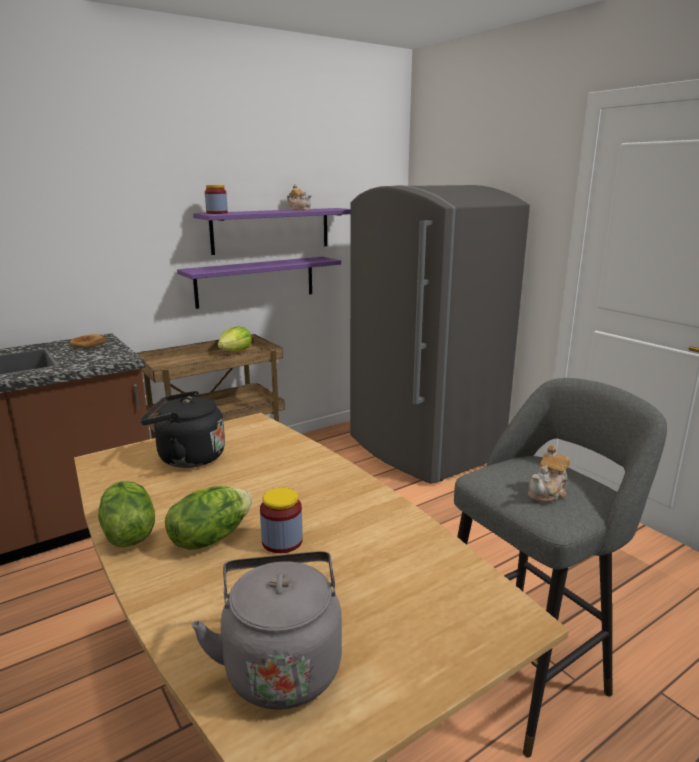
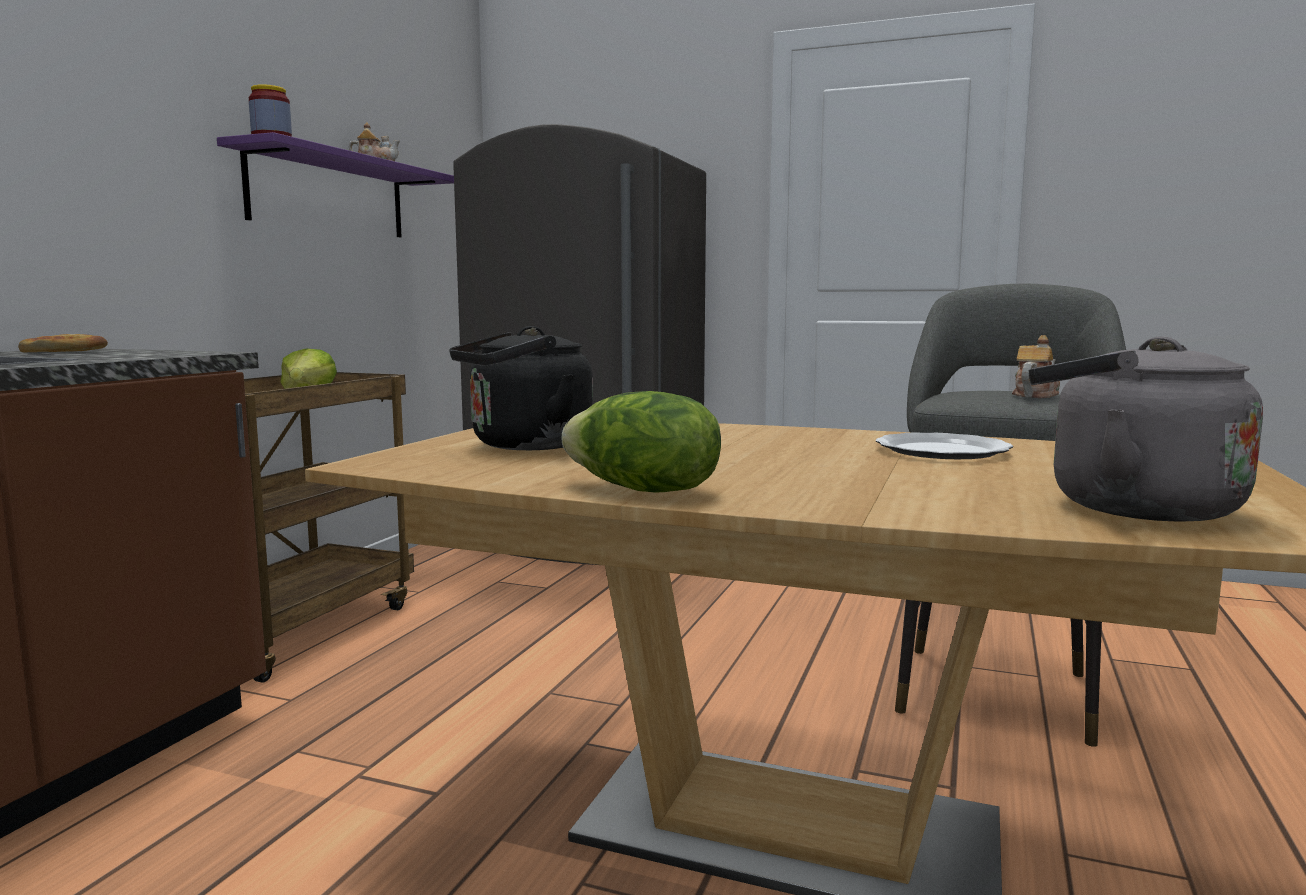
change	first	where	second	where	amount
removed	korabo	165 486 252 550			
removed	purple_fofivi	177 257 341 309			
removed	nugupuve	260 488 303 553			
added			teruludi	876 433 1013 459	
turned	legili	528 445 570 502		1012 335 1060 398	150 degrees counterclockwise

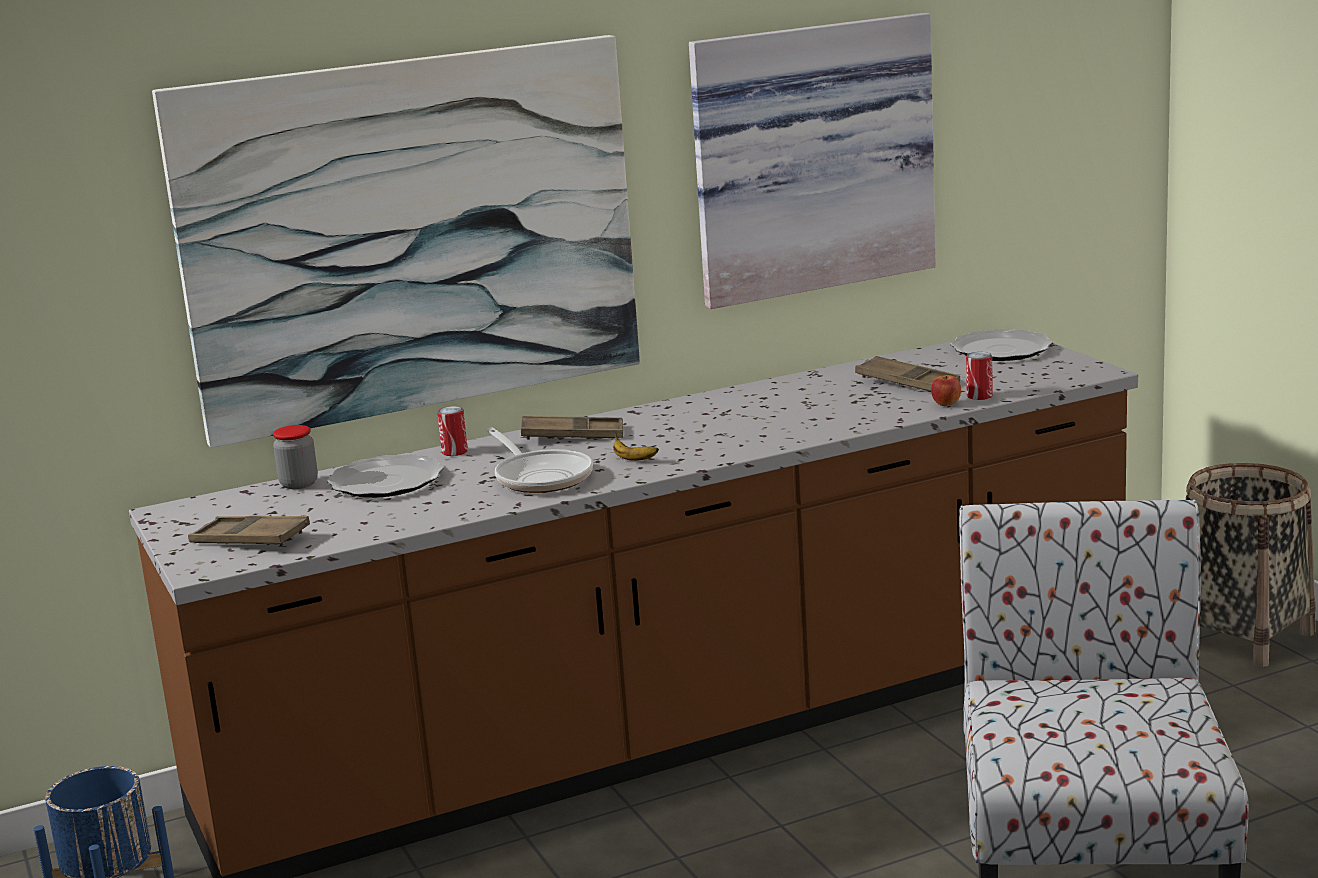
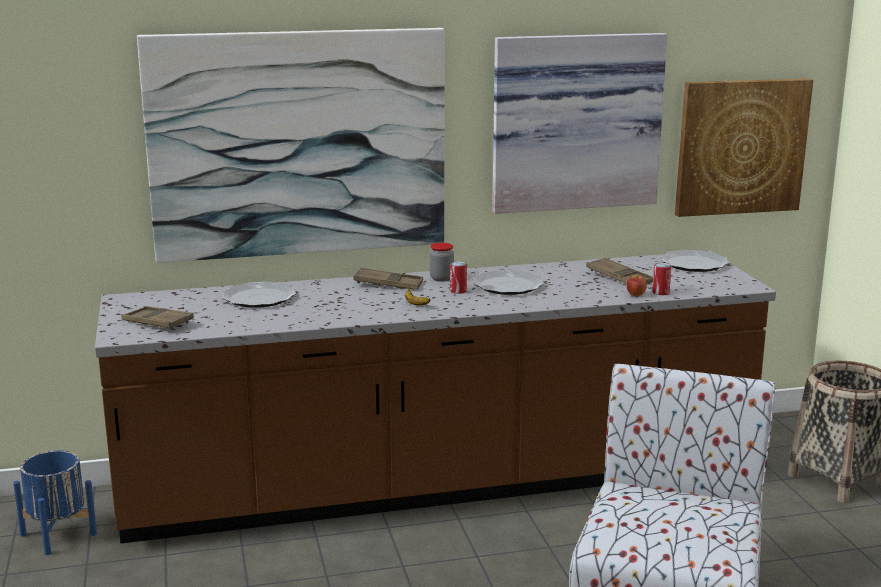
change	first	where	second	where	amount
removed	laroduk	486 427 593 493			
added			teruludi	473 270 544 295	
added			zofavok	675 78 813 217	
moved	nugupuve	273 425 318 489		430 243 454 282	
moved	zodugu	437 406 468 456		450 261 467 294	

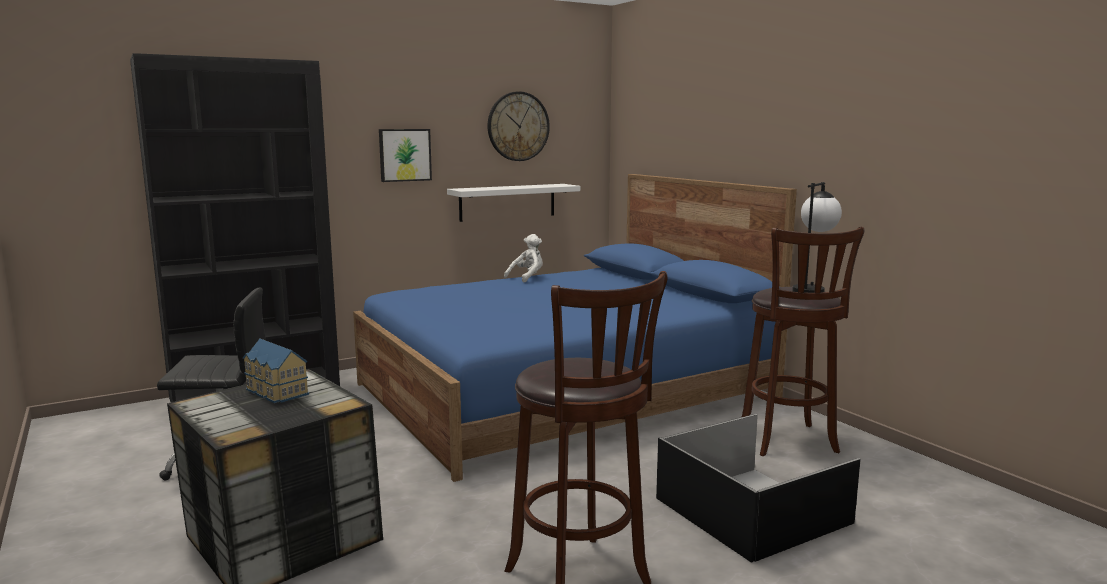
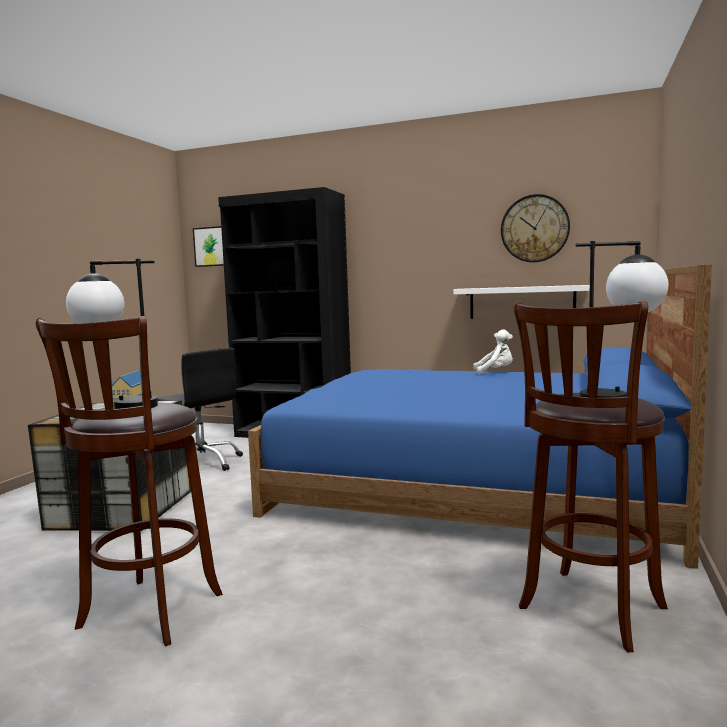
change	first	where	second	where	amount
removed	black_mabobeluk	656 414 861 563			
added			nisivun	66 259 158 409	
moved	zofavok	379 129 432 182		193 226 224 267	

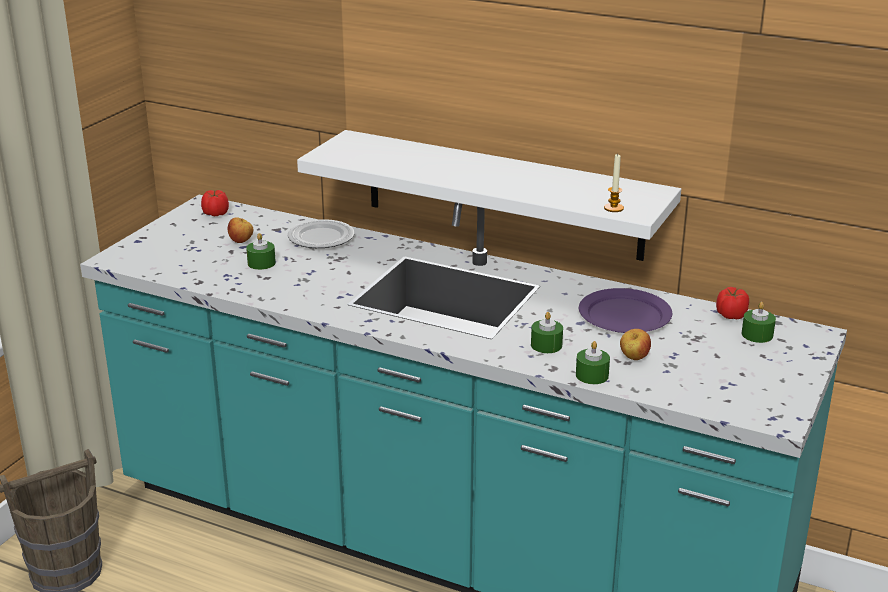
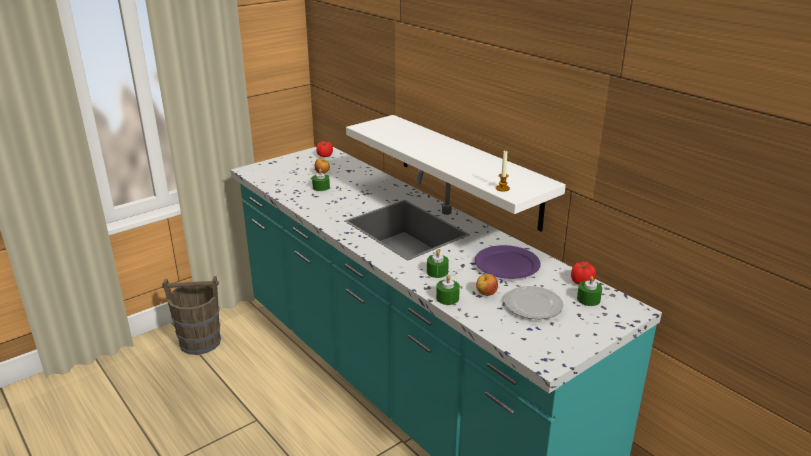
change	first	where	second	where	amount
moved	teruludi	288 219 354 248		504 286 564 319	

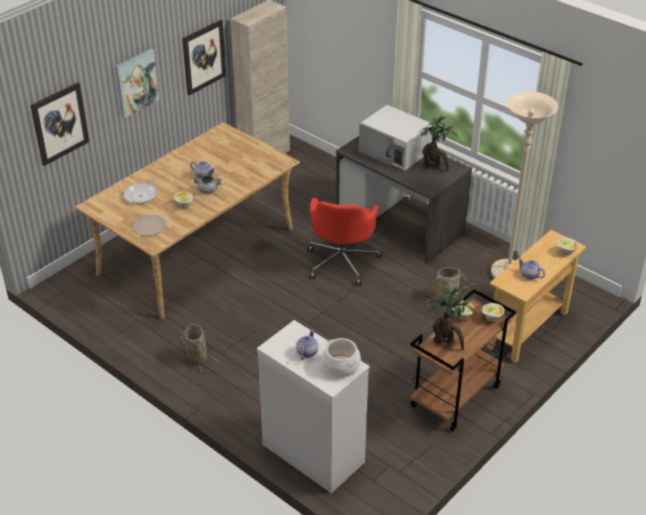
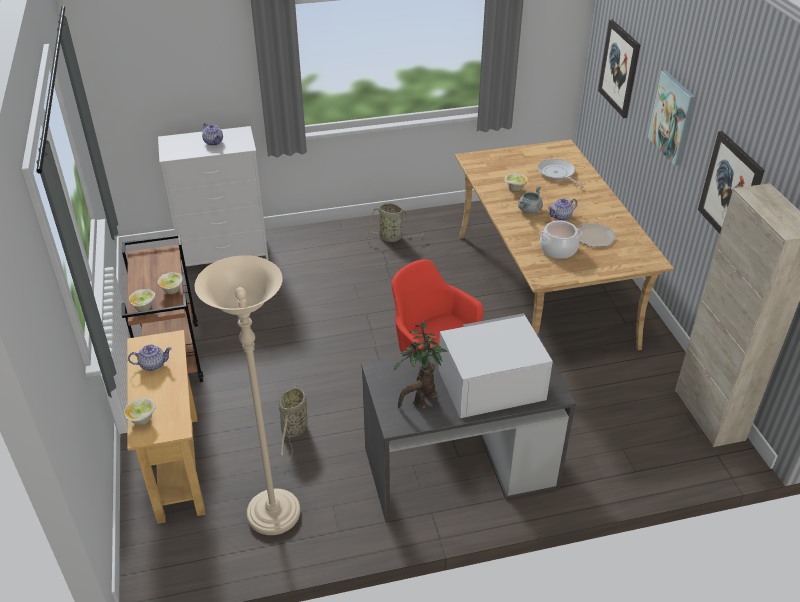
change	first	where	second	where	amount
removed	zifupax	430 287 477 350			
moved	teruludi	132 215 167 236		577 223 616 247	
moved	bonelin	322 338 361 377		539 221 582 259	

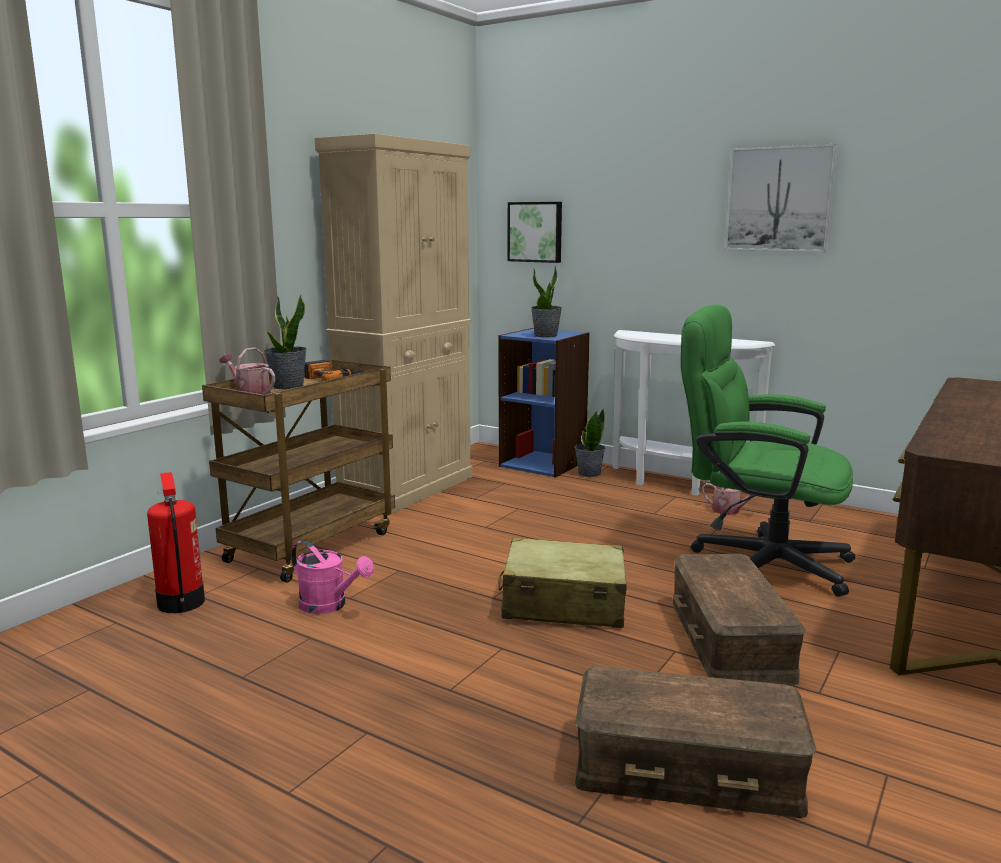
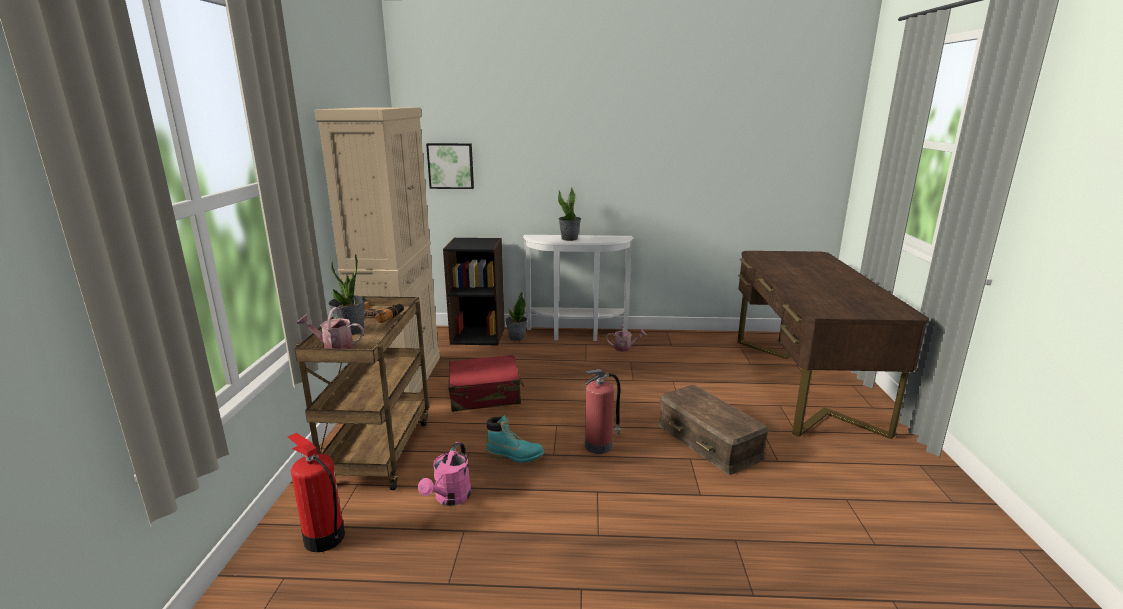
change	first	where	second	where	amount
removed	brown_mabobeluk	575 666 816 818			
removed	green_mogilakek	681 304 855 597			
removed	zofavok	724 144 838 252			
added			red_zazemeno	448 355 524 412	
added			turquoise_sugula	485 415 544 463	
moved	zifupax	531 265 562 338		558 188 581 241	
replaced	beige_zazemeno	498 537 627 628	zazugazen	585 369 621 454	
recoloured	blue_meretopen	499 328 590 478	black_meretopen	443 237 505 346	
turned	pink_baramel	291 540 374 614		418 442 471 506	105 degrees clockwise

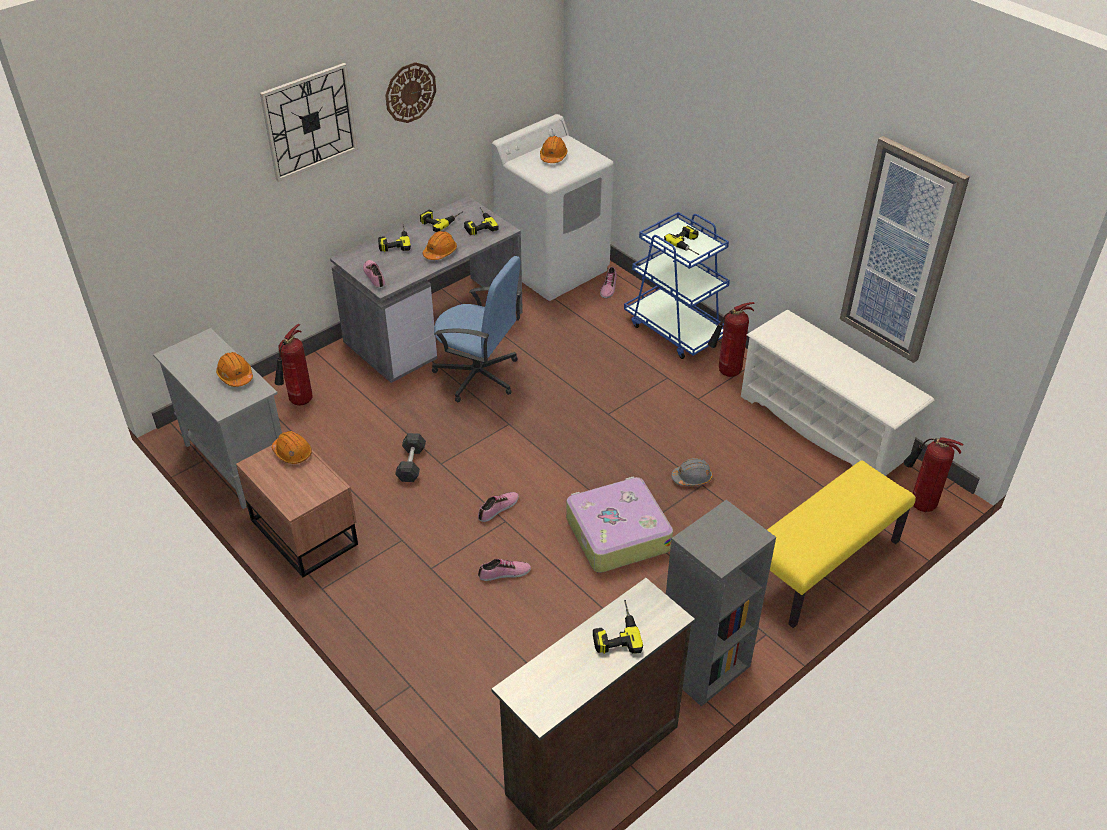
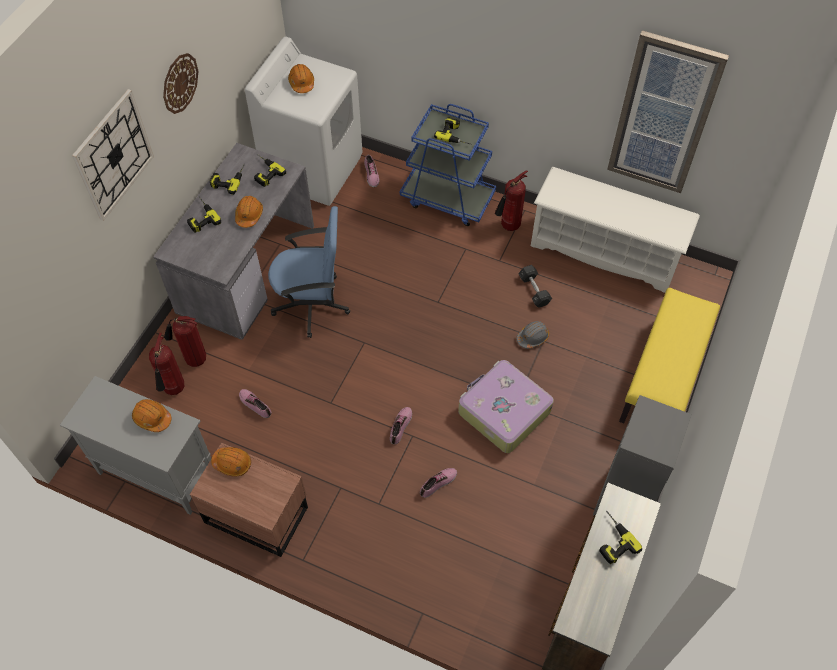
change	first	where	second	where	amount
moved	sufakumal	363 260 386 289		239 389 272 418	
moved	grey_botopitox	395 433 426 482		518 265 552 308	
moved	zazugazen	904 437 963 512		164 316 206 367	

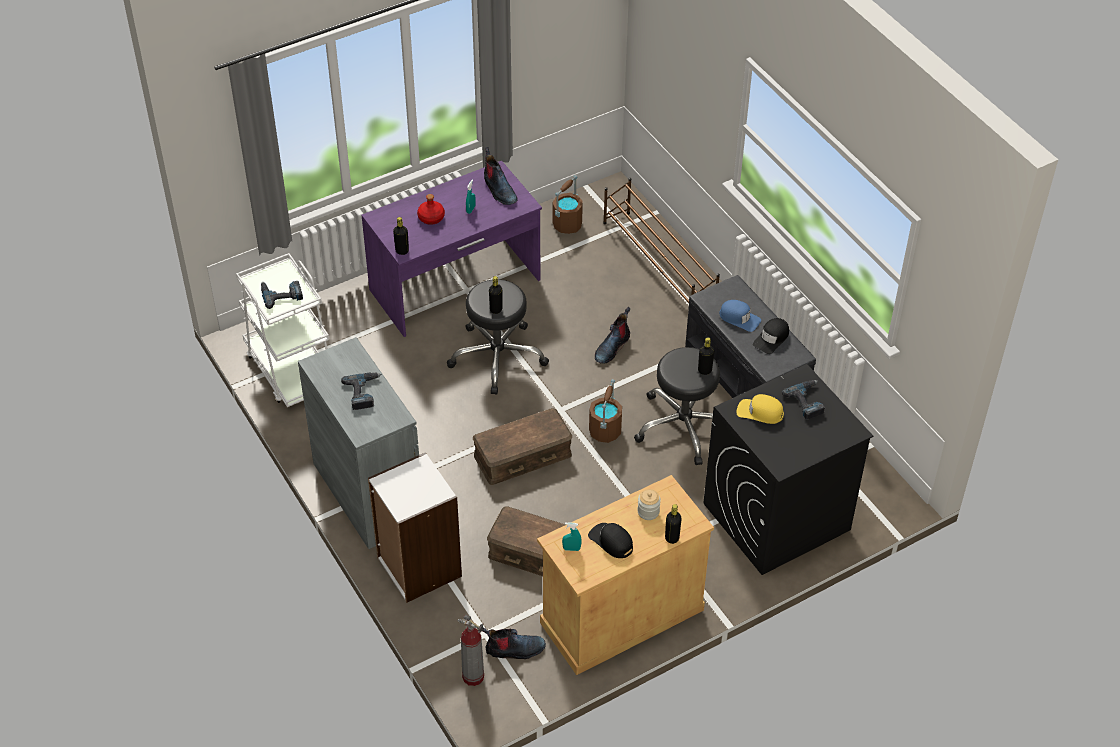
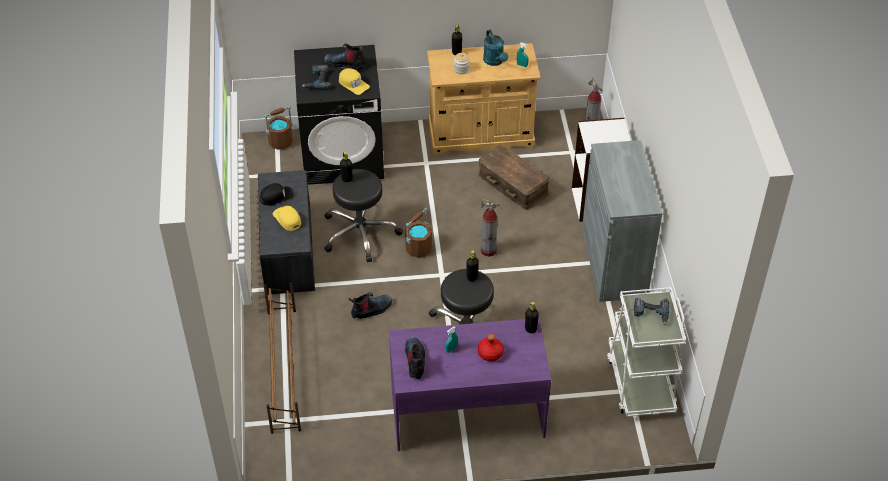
change	first	where	second	where	amount
removed	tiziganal	341 372 382 410			
moved	sugula	482 627 546 659		324 43 366 71	
moved	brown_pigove	552 175 583 234		264 106 293 149	
replaced	brown_mabobeluk	473 408 572 485	zazugazen	481 199 500 257	
replaced	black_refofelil	588 523 633 558	turquoise_baramel	483 30 508 66	
recoloured	blue_refofelil	719 300 761 332	yellow_refofelil	272 206 301 231	

